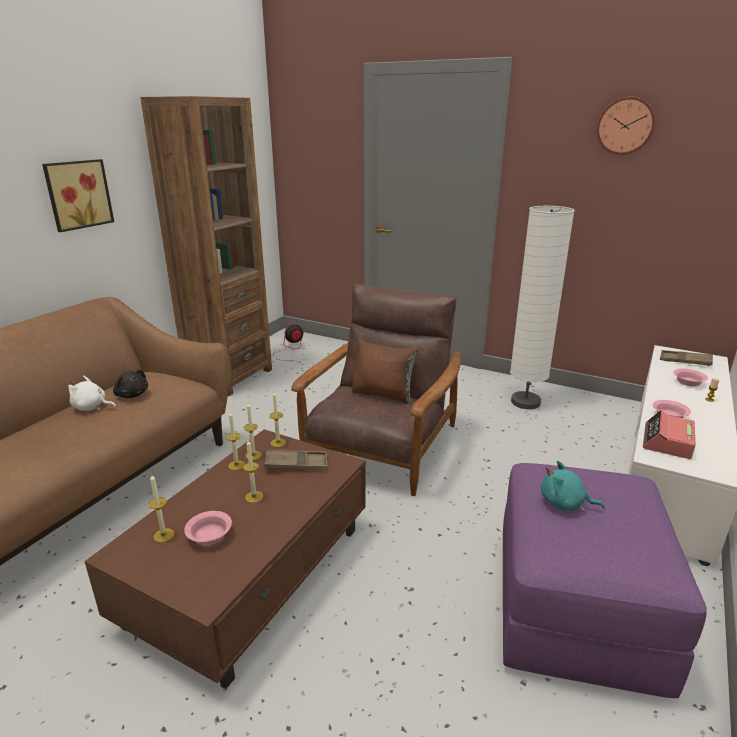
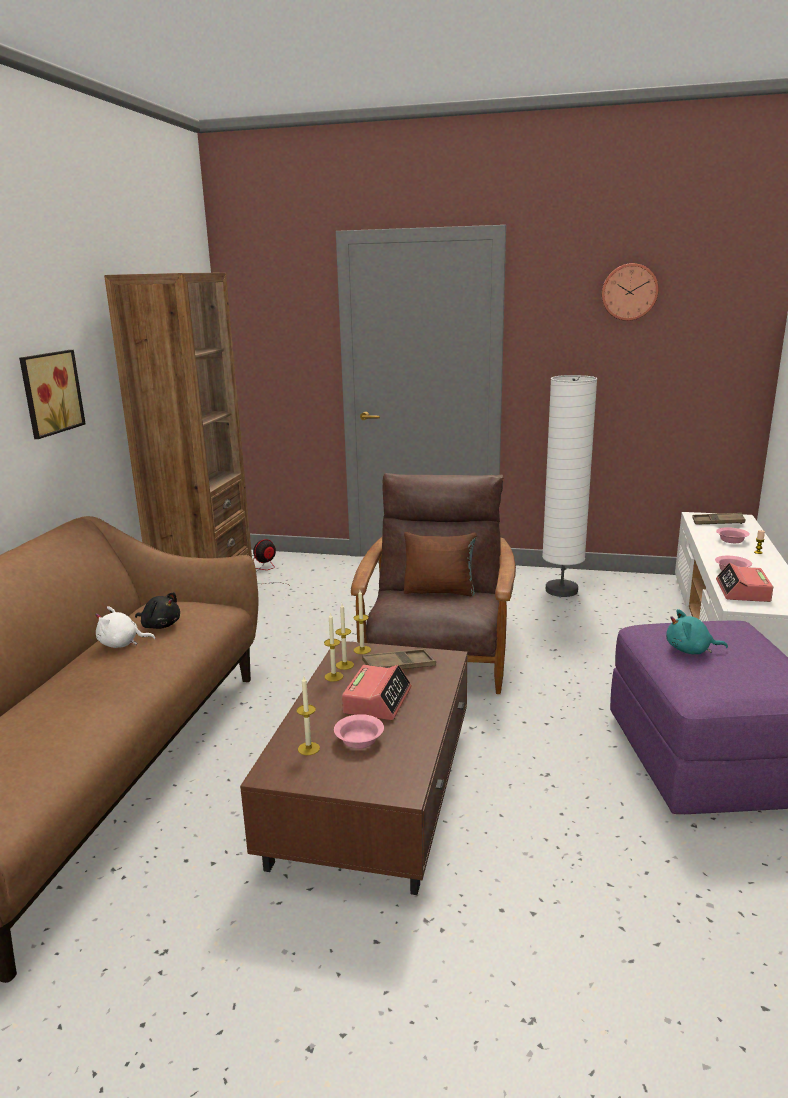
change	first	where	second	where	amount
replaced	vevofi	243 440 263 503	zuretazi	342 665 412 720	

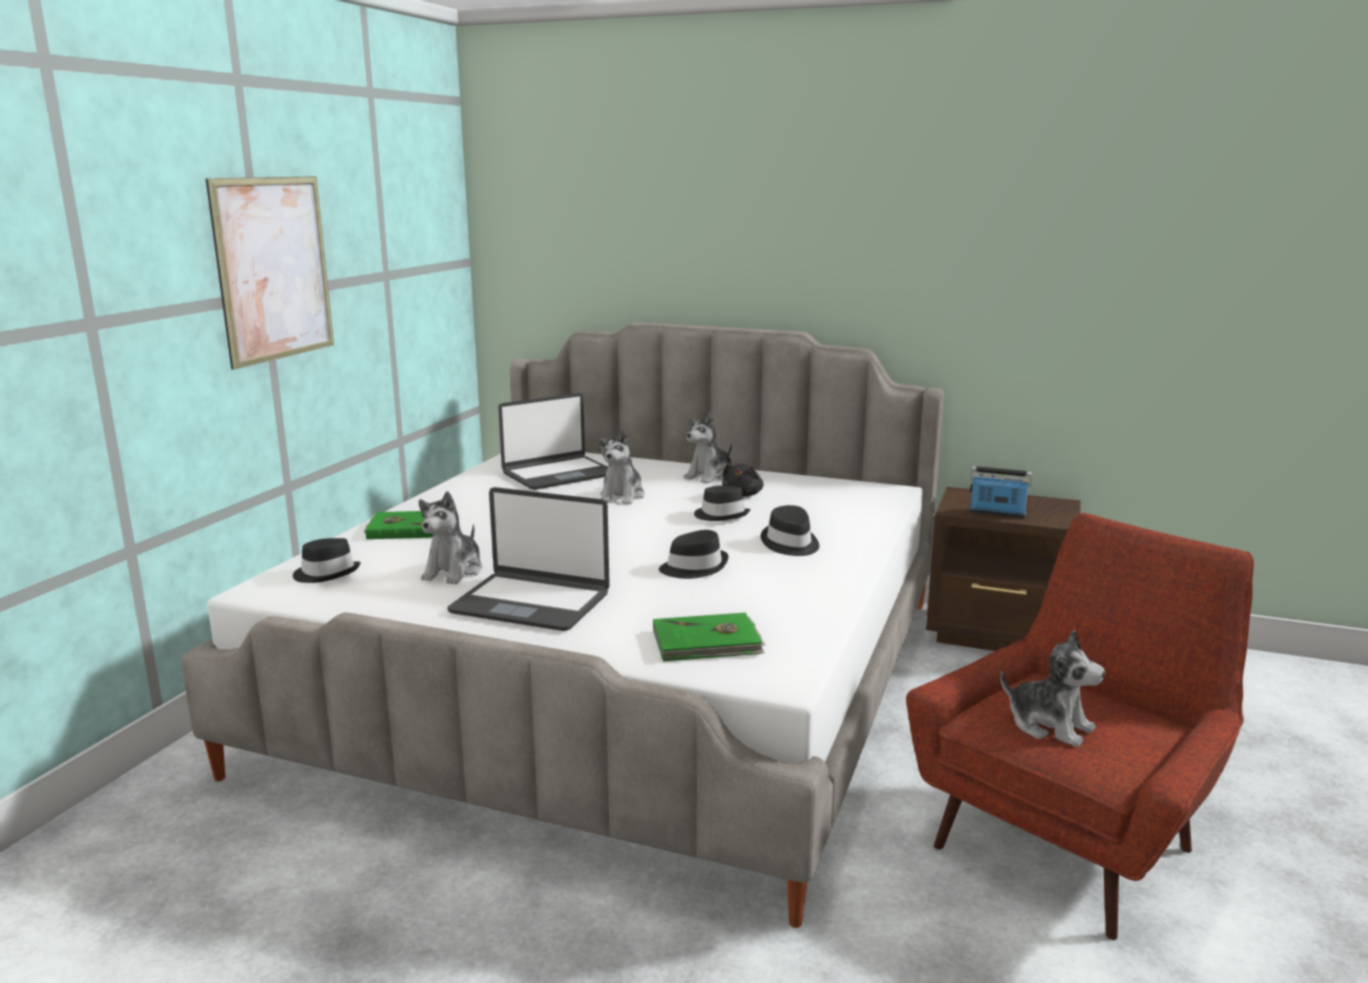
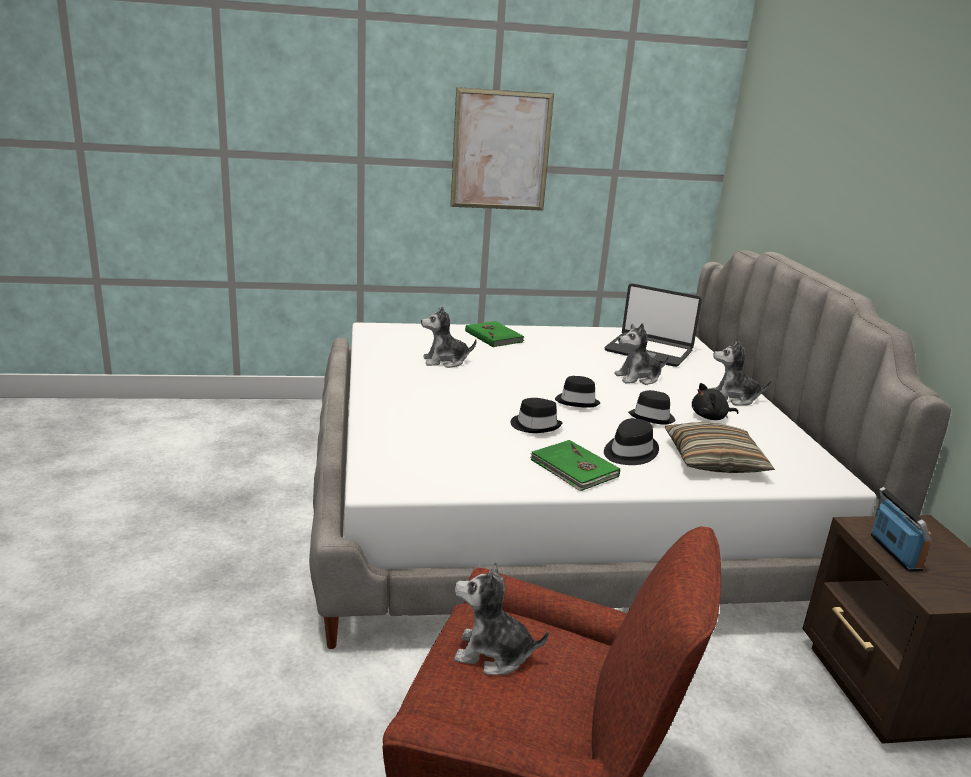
change	first	where	second	where	amount
removed	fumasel	447 487 610 631			
added			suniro	665 422 775 473	
moved	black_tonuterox	293 538 361 583		555 376 600 408	
moved	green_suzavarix	653 613 765 662		530 440 620 491	
turned	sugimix	1000 630 1105 747		454 562 549 675	90 degrees clockwise

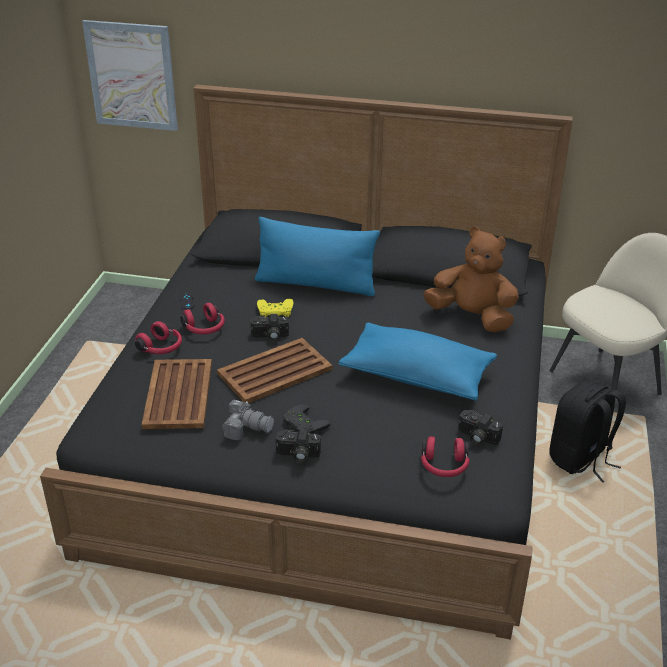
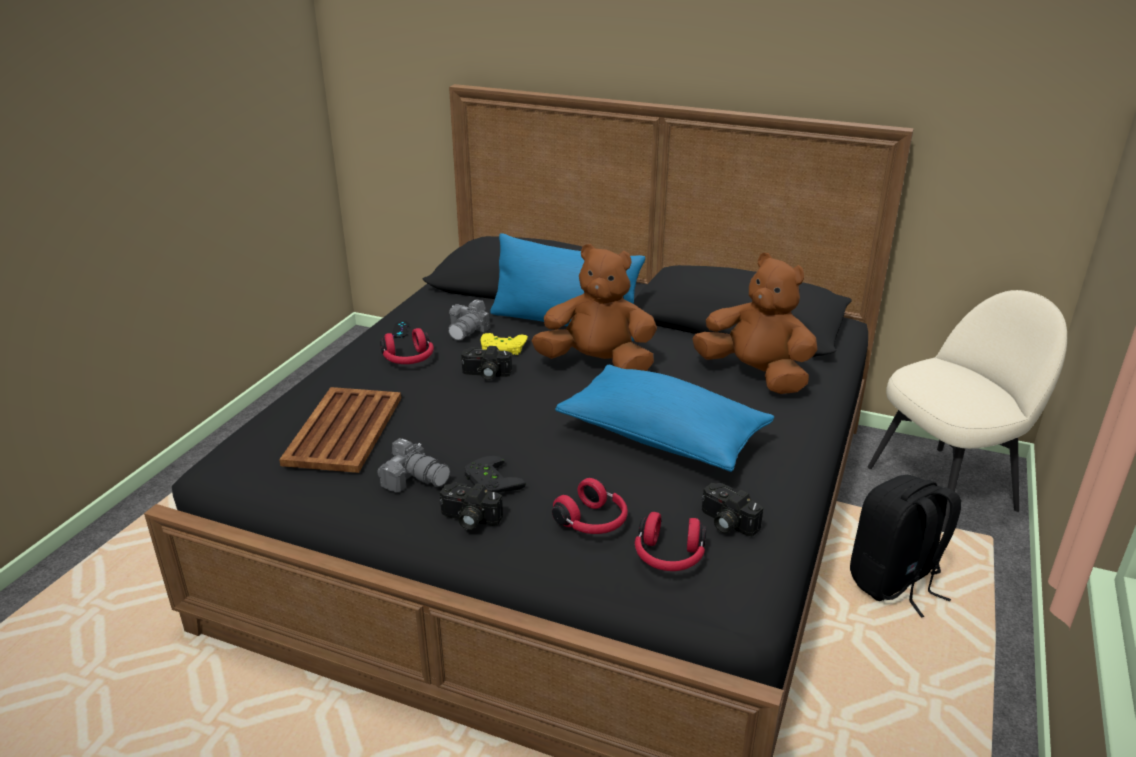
change	first	where	second	where	amount
removed	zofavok	82 20 178 131			
removed	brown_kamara	217 338 332 403			
added			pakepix	448 299 490 340	
added			brown_sugimix	532 244 657 371	
moved	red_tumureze	135 321 182 354		552 478 628 534	

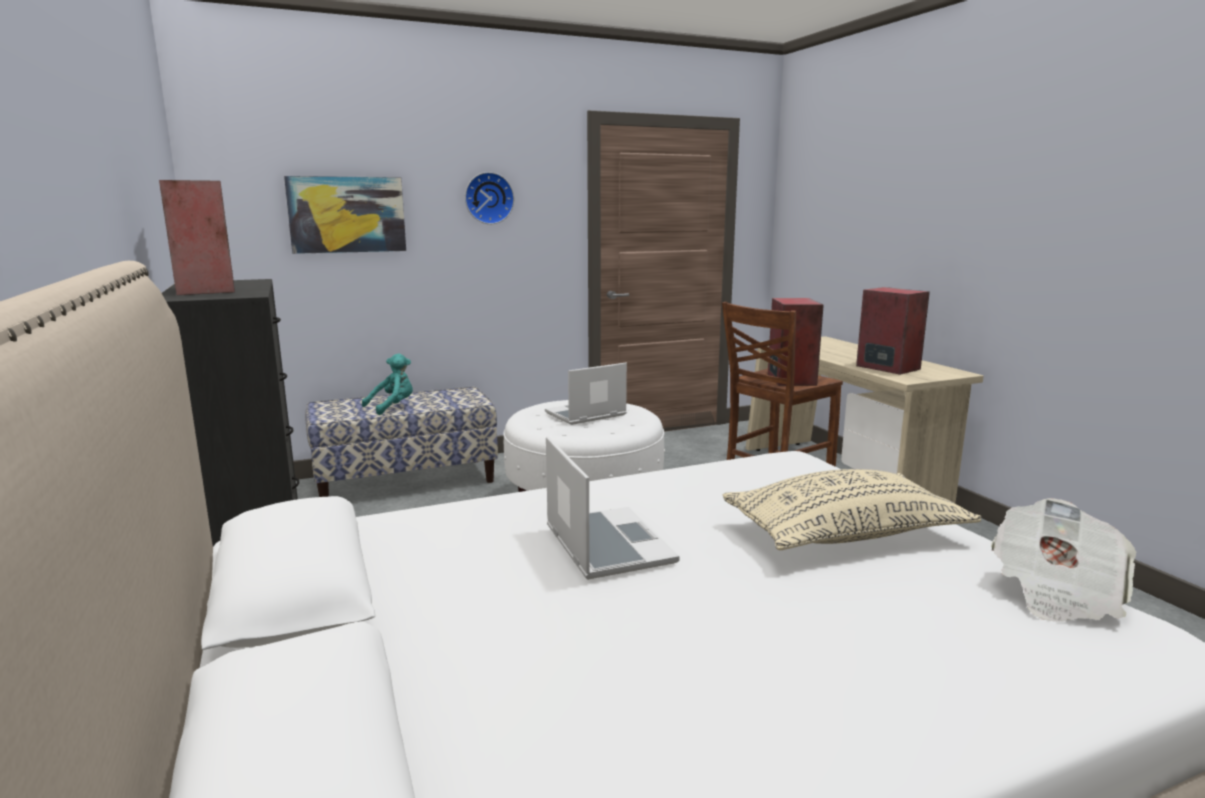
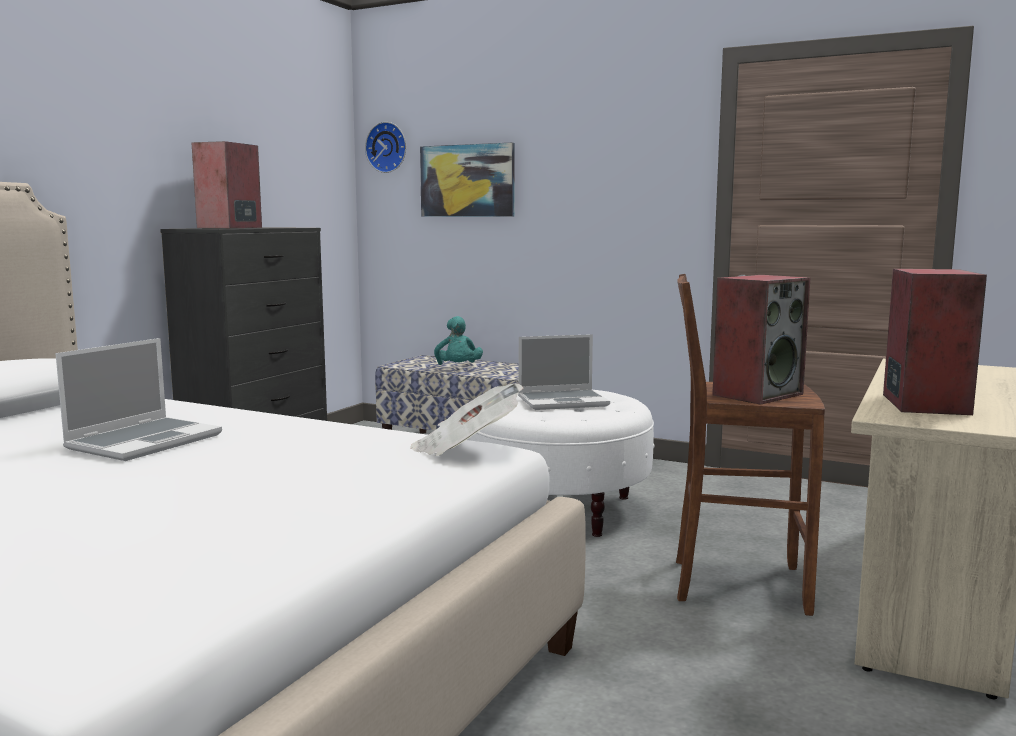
change	first	where	second	where	amount
removed	beige_suniro	723 469 981 550			
moved	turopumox	465 172 514 224		365 122 406 173	
moved	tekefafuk	991 498 1136 622		410 383 524 456	
turned	turquoise_sugimix	362 354 413 415		434 316 483 365	75 degrees clockwise
turned	fumasel	545 363 627 425		518 334 610 410	150 degrees clockwise

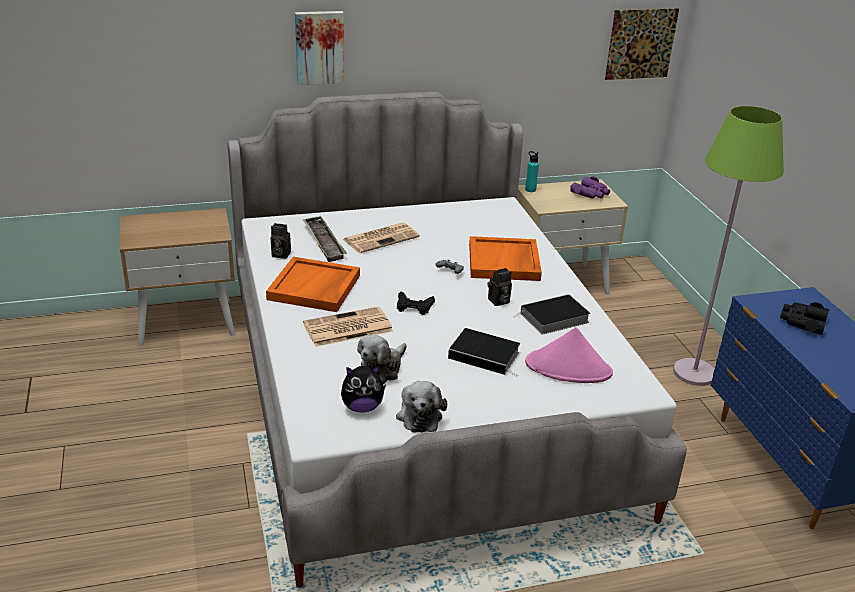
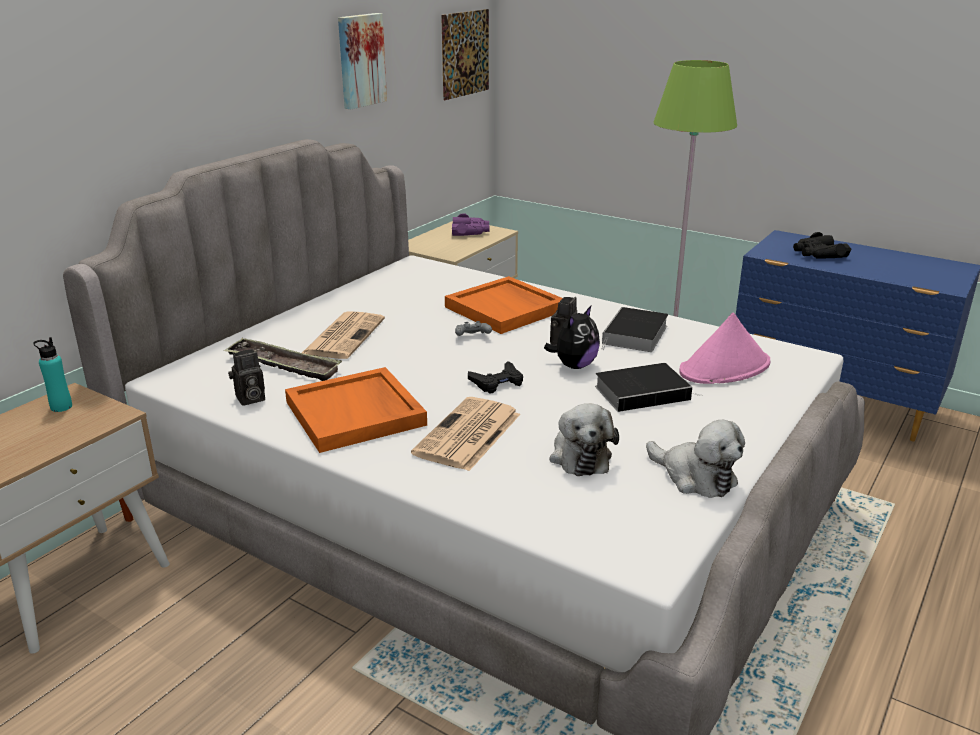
change	first	where	second	where	amount
moved	zofavok	295 11 344 85		338 13 387 109	
moved	sugimix	341 365 386 412		544 306 600 369	
moved	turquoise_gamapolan	525 151 539 192		33 337 72 412	

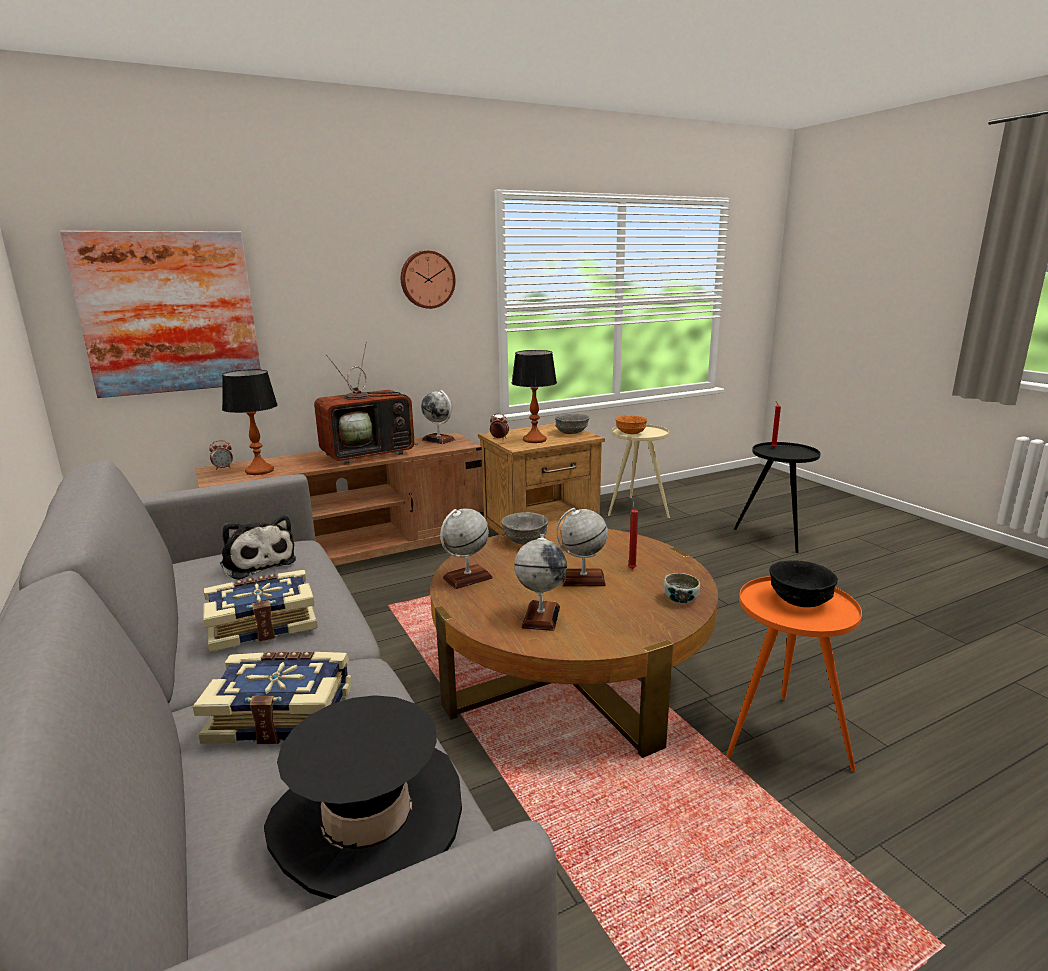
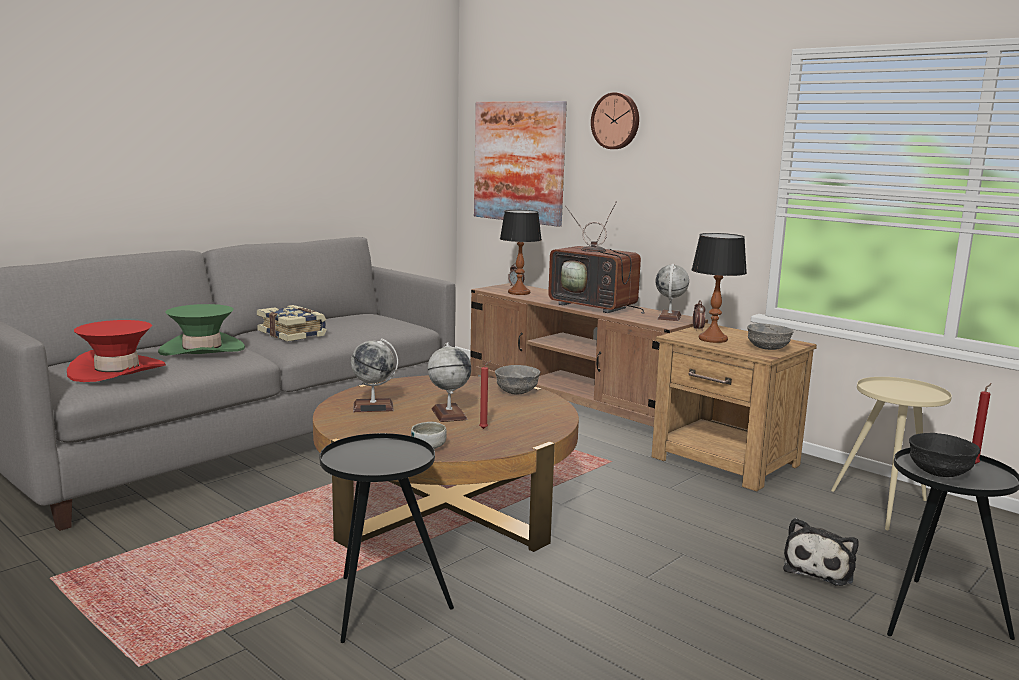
change	first	where	second	where	amount
removed	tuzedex	440 508 493 589			
removed	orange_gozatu	615 415 648 434			
moved	sugimix	220 515 296 580		783 518 859 586	
moved	turopumox	401 250 456 309		591 92 639 149	
moved	black_gozatu	769 560 838 607		909 433 980 477	
replaced	suzavarix	193 651 351 744	green_tonuterox	158 304 245 356	
recoloured	black_tonuterox	264 695 462 900	red_tonuterox	67 320 166 382	
recoloured	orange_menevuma	726 576 862 771	black_menevuma	319 433 454 643	

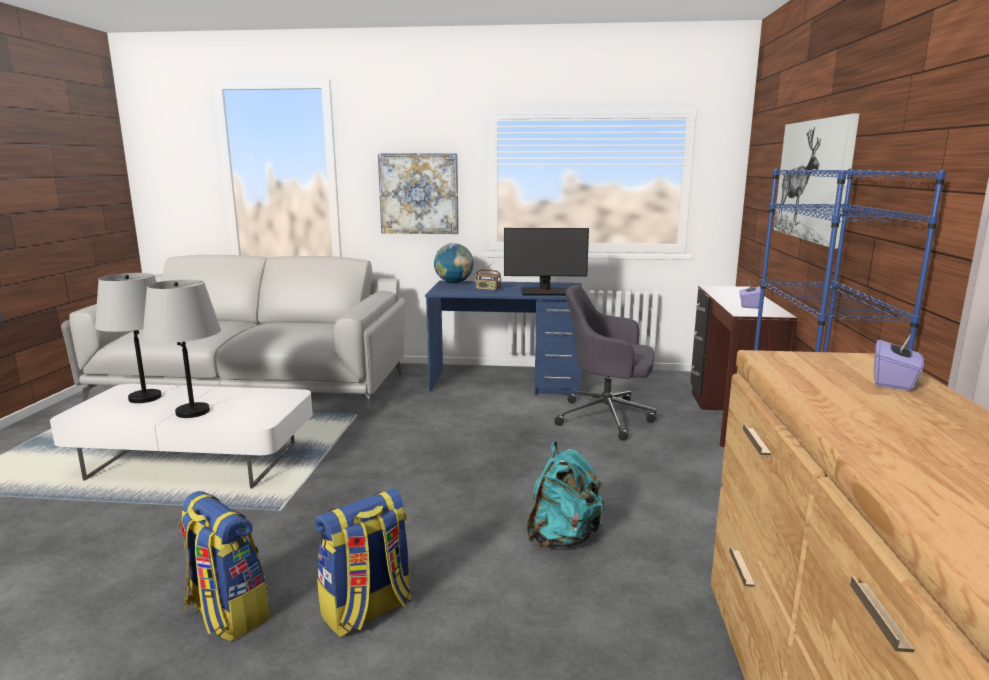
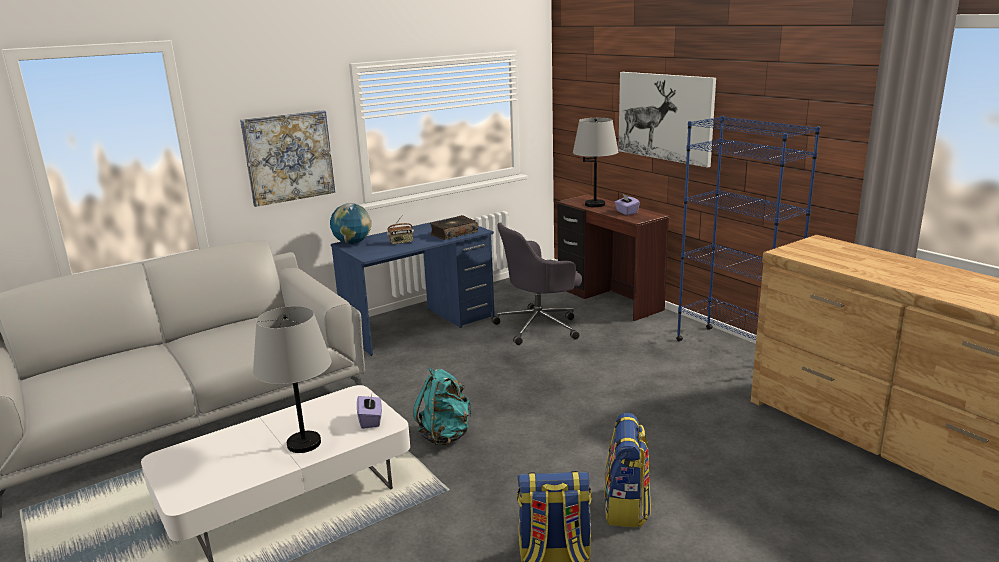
change	first	where	second	where	amount
moved	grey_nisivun	95 273 162 403		573 118 618 207	
moved	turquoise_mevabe	527 442 604 548		413 367 472 445	
moved	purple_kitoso	874 335 924 391		357 391 382 429	
replaced	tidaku	504 228 589 296	suzavarix	429 215 478 240	

